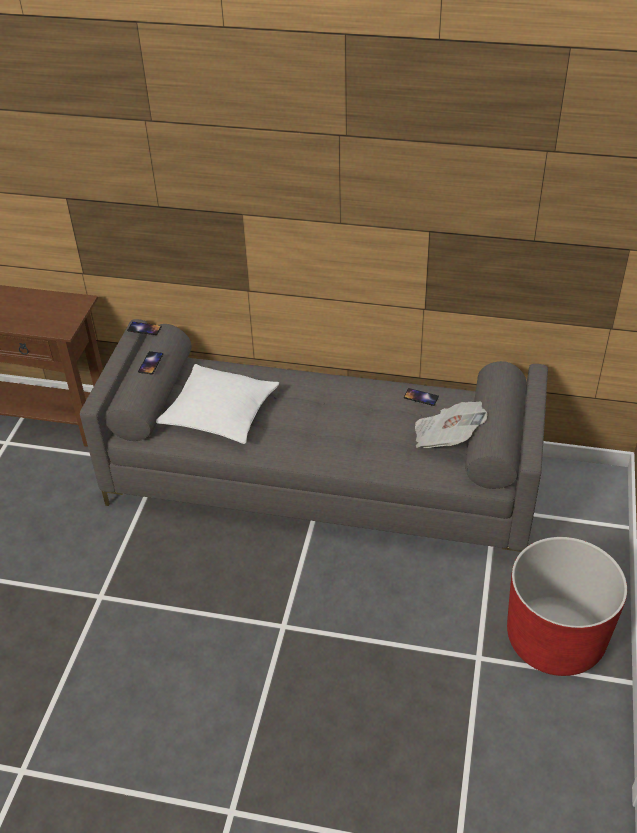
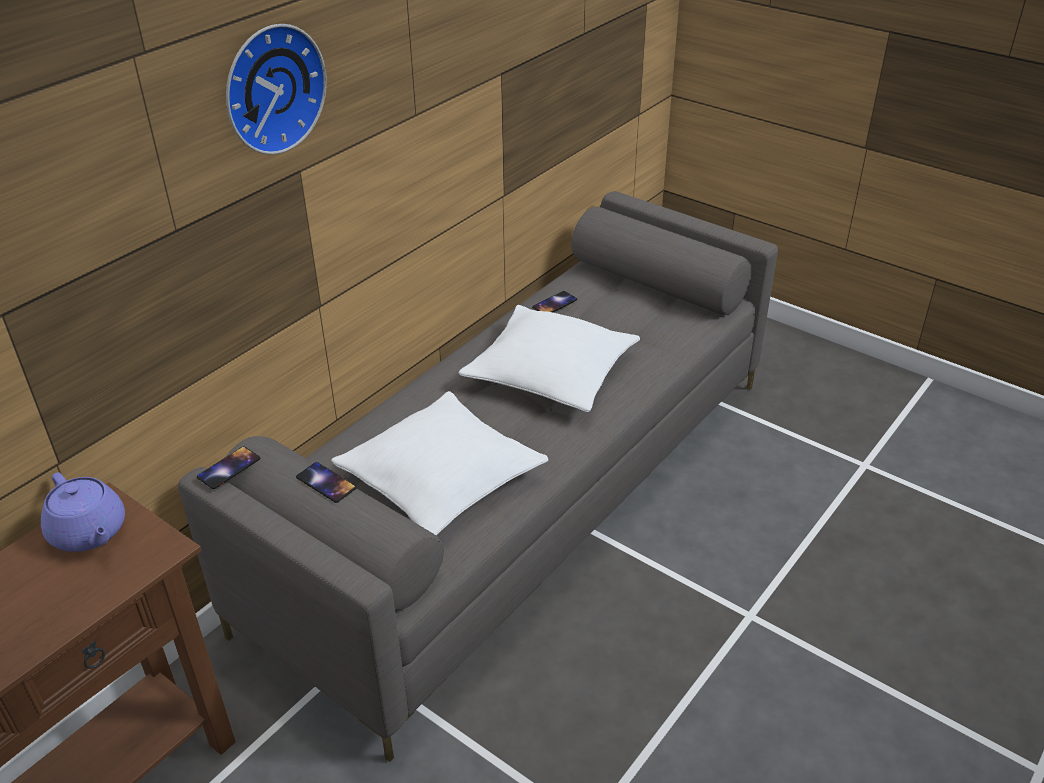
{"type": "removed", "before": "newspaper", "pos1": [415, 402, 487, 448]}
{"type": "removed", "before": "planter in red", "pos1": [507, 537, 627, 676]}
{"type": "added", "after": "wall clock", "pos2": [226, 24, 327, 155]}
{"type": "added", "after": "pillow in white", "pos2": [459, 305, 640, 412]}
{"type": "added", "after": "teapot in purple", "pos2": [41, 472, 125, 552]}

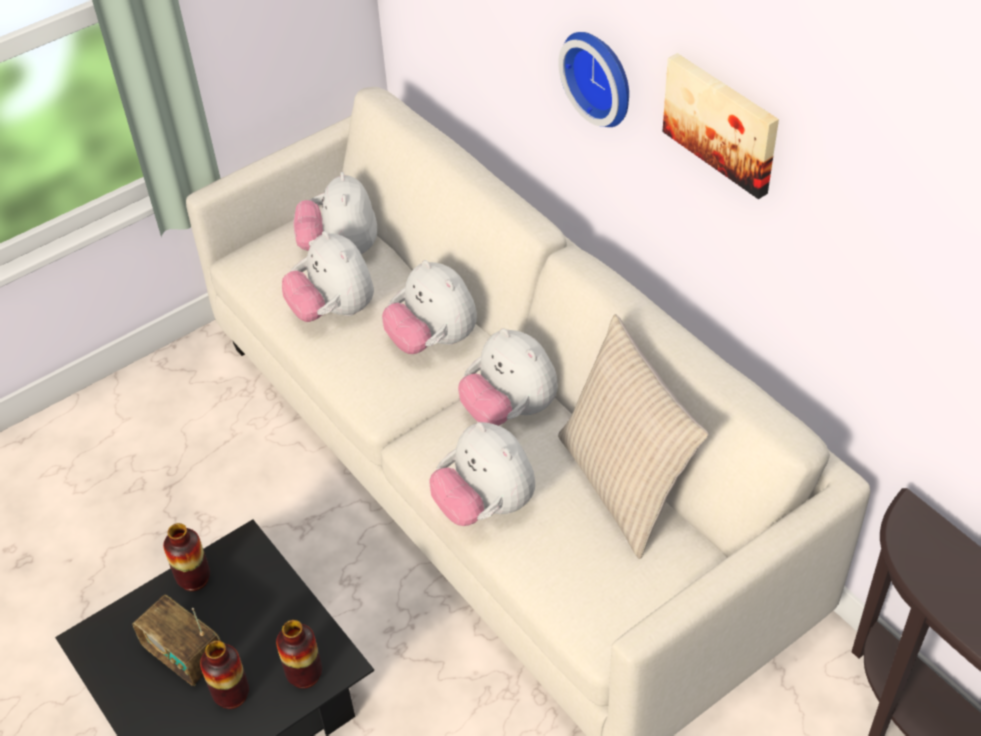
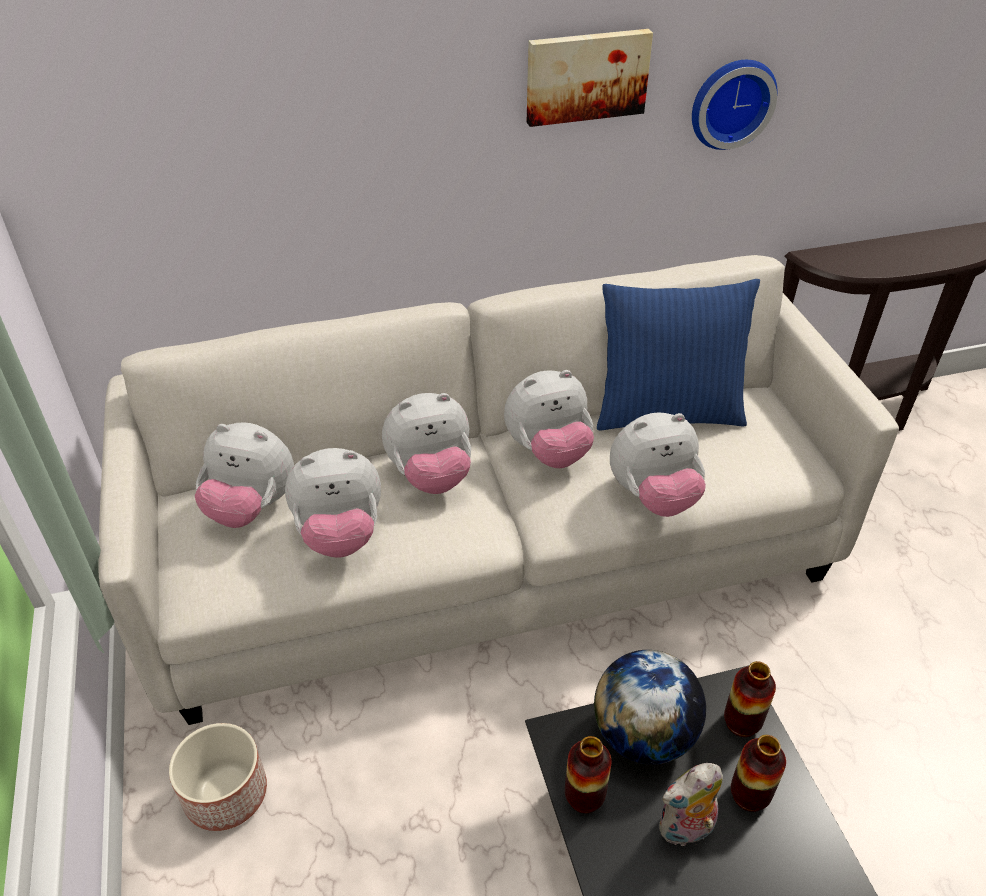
{"type": "moved", "before": "wall clock", "pos1": [558, 32, 629, 127], "pos2": [692, 60, 778, 150]}
{"type": "recoloured", "before": "pillow in beige", "after": "pillow in blue", "pos1": [558, 314, 709, 559], "pos2": [597, 279, 760, 430]}
{"type": "replaced", "before": "radio", "after": "plush toy", "pos1": [132, 595, 221, 686], "pos2": [659, 763, 723, 846]}
{"type": "added", "after": "globe", "pos2": [594, 650, 706, 765]}
{"type": "added", "after": "planter", "pos2": [169, 723, 267, 831]}

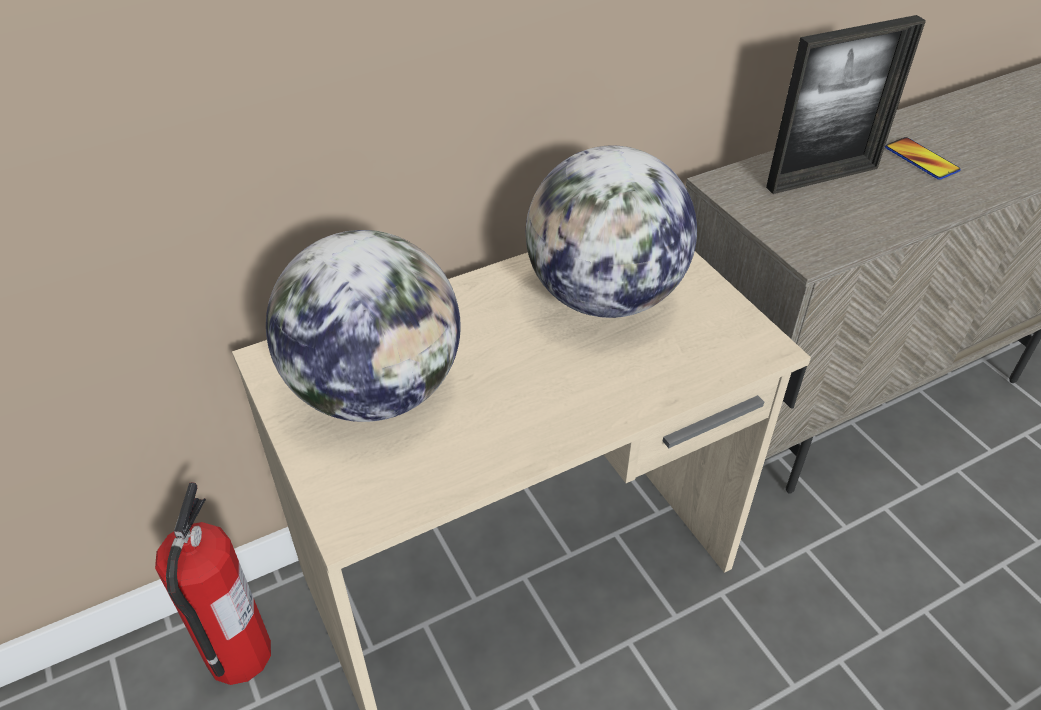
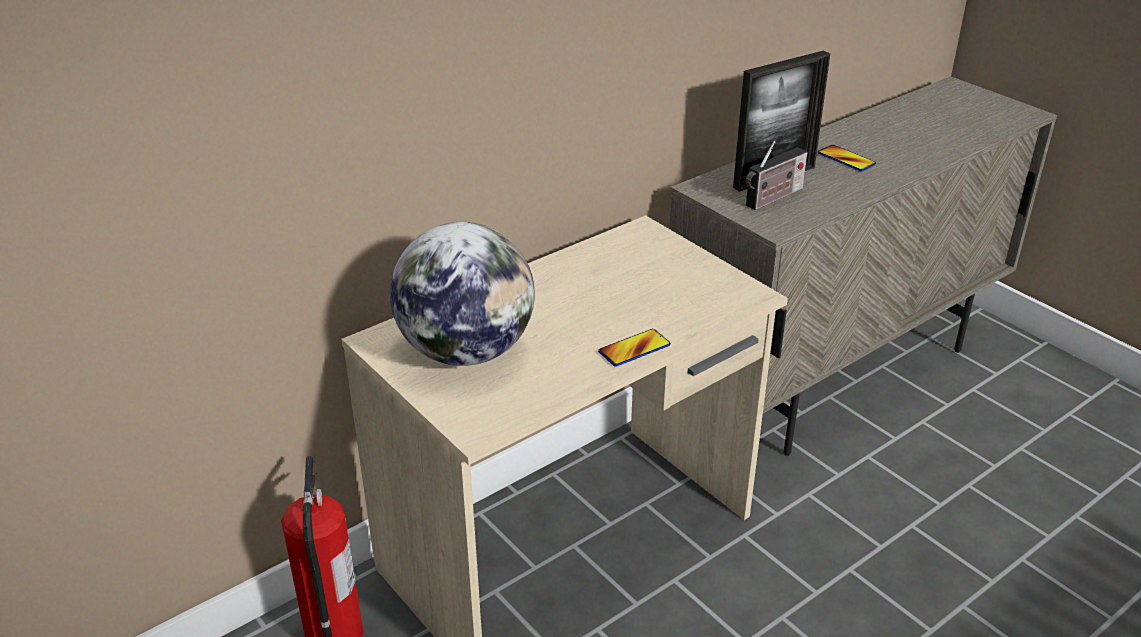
{"type": "removed", "before": "globe", "pos1": [526, 146, 697, 318]}
{"type": "added", "after": "radio", "pos2": [746, 141, 807, 210]}
{"type": "added", "after": "phone", "pos2": [598, 329, 671, 366]}

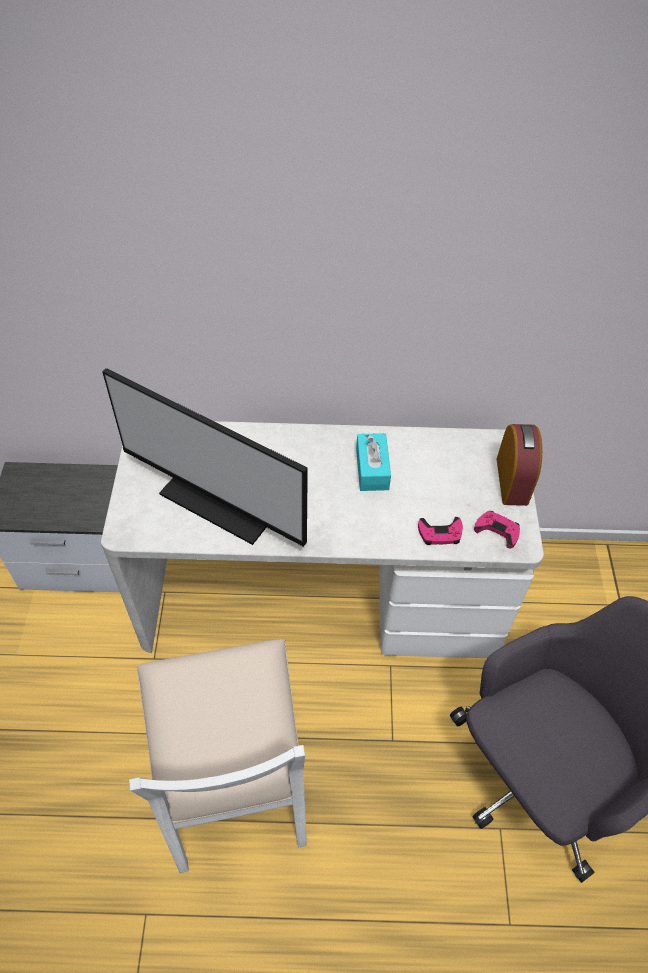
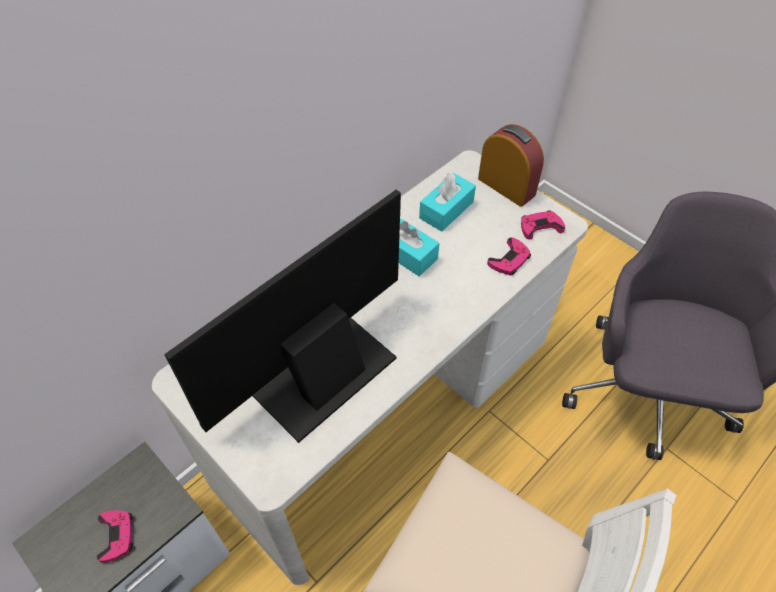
{"type": "turned", "before": "monitor", "pos1": [102, 368, 308, 547], "pos2": [164, 190, 401, 443], "turn": 150}
{"type": "added", "after": "tissue box in turquoise", "pos2": [419, 172, 476, 232]}
{"type": "added", "after": "game controller in pink", "pos2": [97, 510, 133, 563]}

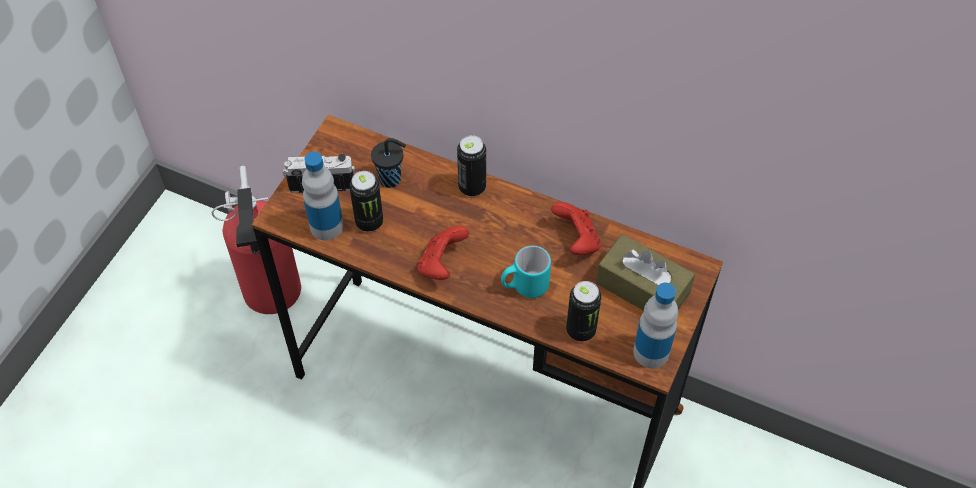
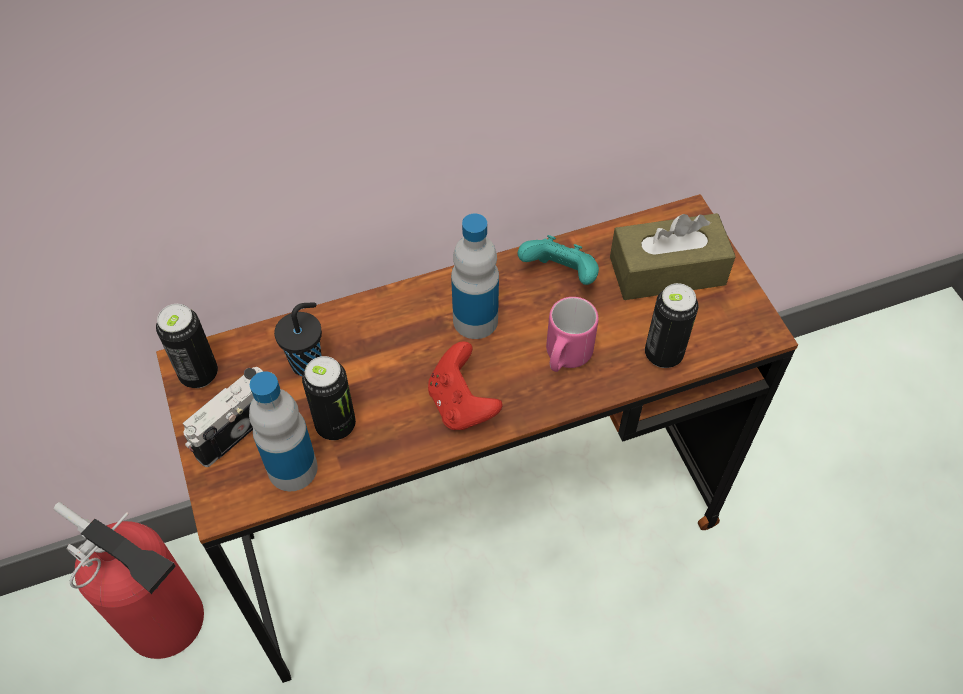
{"type": "moved", "before": "can", "pos1": [457, 135, 486, 197], "pos2": [156, 304, 218, 388]}
{"type": "recoloured", "before": "game controller in red", "after": "game controller in turquoise", "pos1": [551, 202, 601, 255], "pos2": [518, 235, 599, 285]}
{"type": "recoloured", "before": "mug in turquoise", "after": "mug in pink", "pos1": [501, 245, 551, 298], "pos2": [546, 297, 599, 372]}
{"type": "moved", "before": "bottle", "pos1": [633, 283, 678, 368], "pos2": [451, 214, 499, 339]}

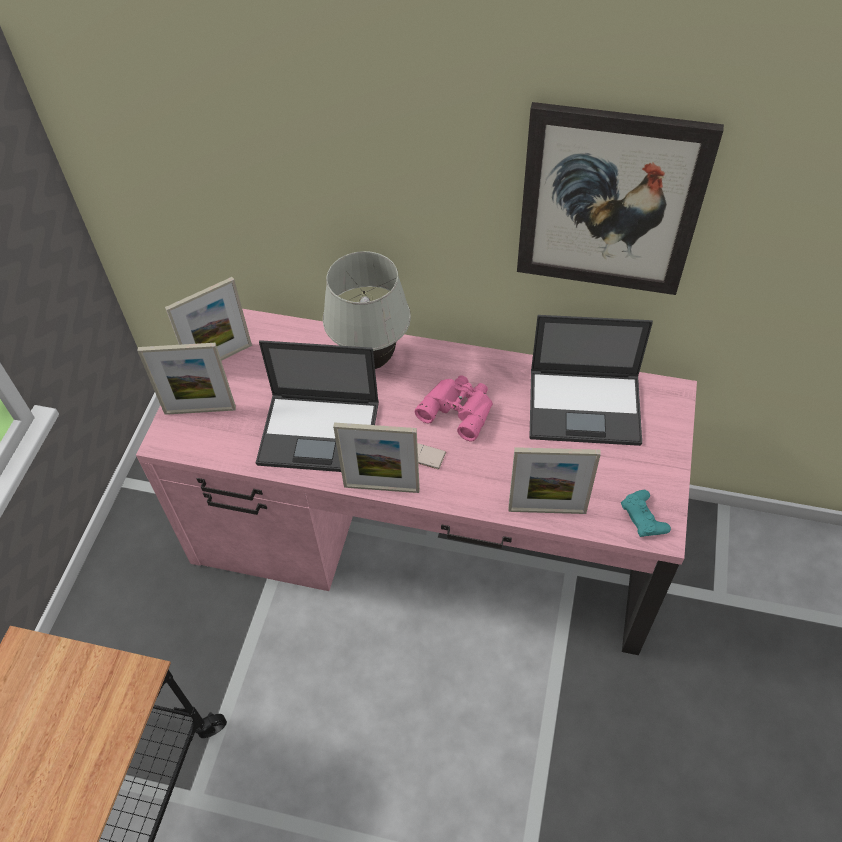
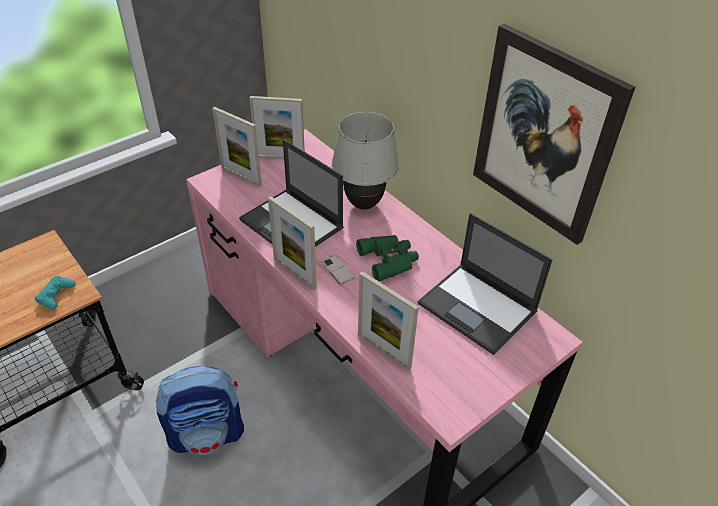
{"type": "recoloured", "before": "binoculars in pink", "after": "binoculars in green", "pos1": [415, 375, 493, 441], "pos2": [356, 235, 419, 281]}
{"type": "moved", "before": "game controller in turquoise", "pos1": [621, 490, 671, 537], "pos2": [35, 276, 76, 309]}
{"type": "added", "after": "backpack", "pos2": [156, 366, 244, 455]}

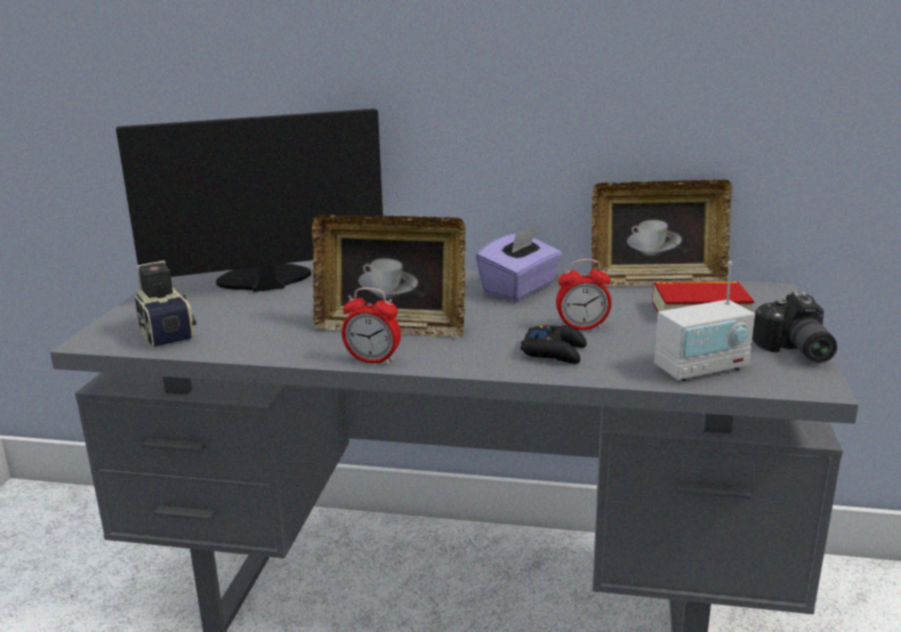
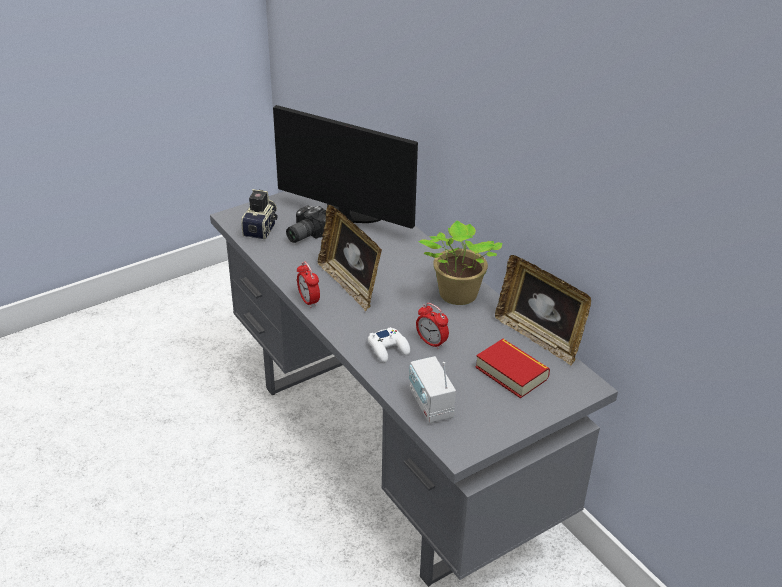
{"type": "replaced", "before": "tissue box in purple", "after": "potted plant", "pos1": [475, 225, 562, 301], "pos2": [419, 220, 502, 305]}
{"type": "turned", "before": "radio", "pos1": [654, 261, 755, 382], "pos2": [409, 356, 456, 423], "turn": 45}
{"type": "moved", "before": "photo camera", "pos1": [752, 292, 837, 363], "pos2": [286, 205, 326, 243]}
{"type": "recoloured", "before": "game controller in black", "after": "game controller in white", "pos1": [521, 325, 587, 364], "pos2": [368, 327, 410, 362]}

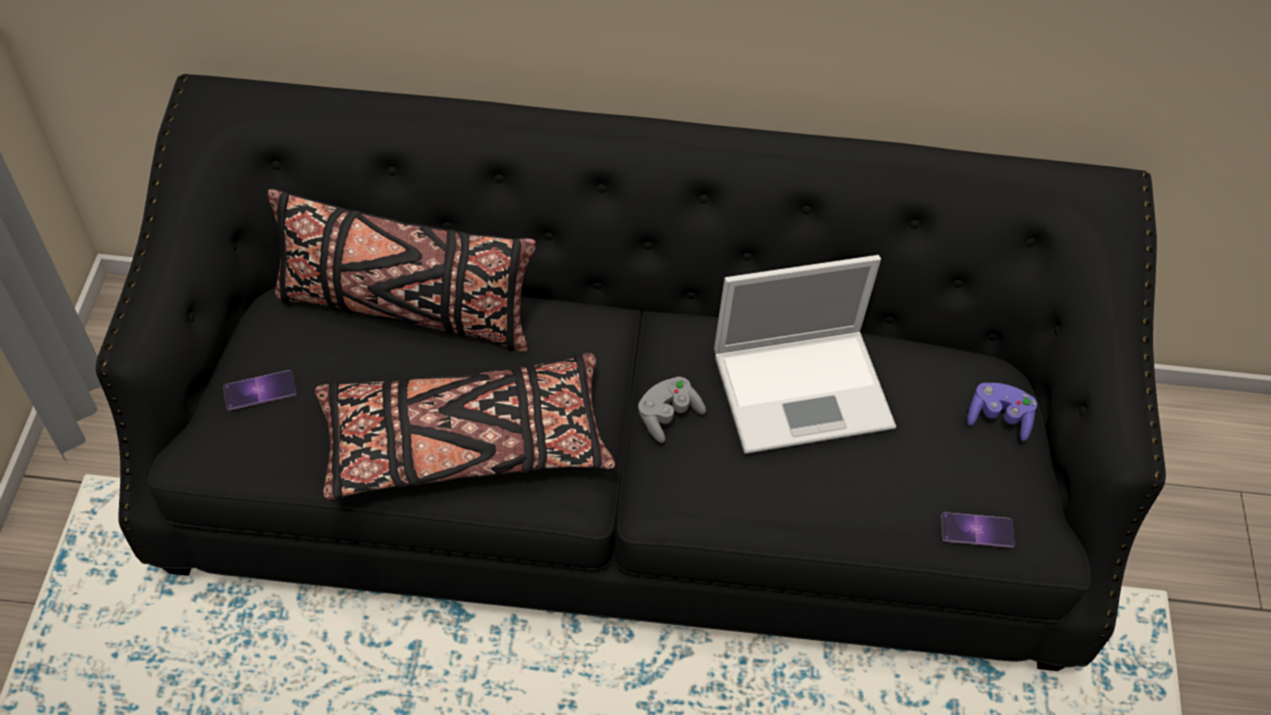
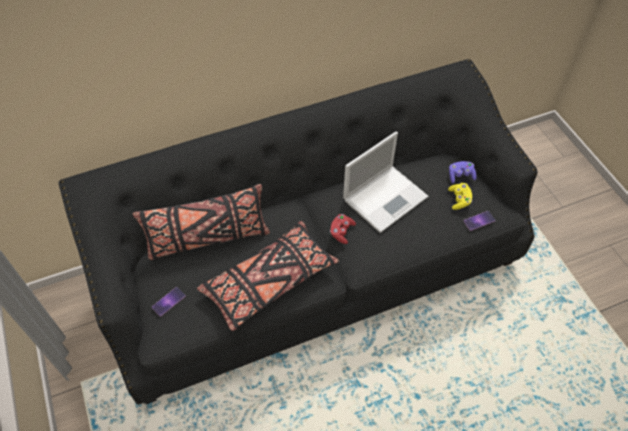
{"type": "recoloured", "before": "game controller in grey", "after": "game controller in red", "pos1": [638, 376, 706, 443], "pos2": [330, 214, 356, 244]}
{"type": "added", "after": "game controller in yellow", "pos2": [448, 183, 472, 210]}

